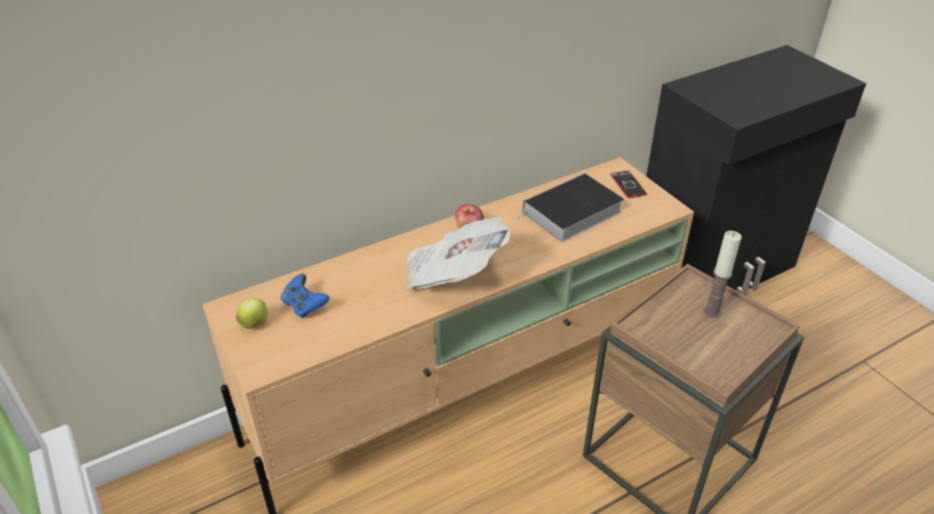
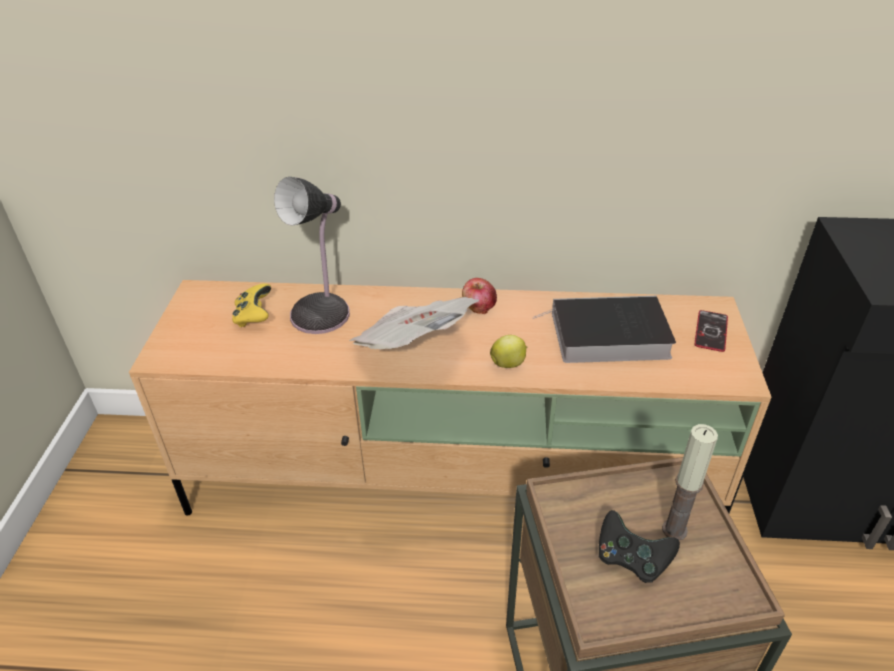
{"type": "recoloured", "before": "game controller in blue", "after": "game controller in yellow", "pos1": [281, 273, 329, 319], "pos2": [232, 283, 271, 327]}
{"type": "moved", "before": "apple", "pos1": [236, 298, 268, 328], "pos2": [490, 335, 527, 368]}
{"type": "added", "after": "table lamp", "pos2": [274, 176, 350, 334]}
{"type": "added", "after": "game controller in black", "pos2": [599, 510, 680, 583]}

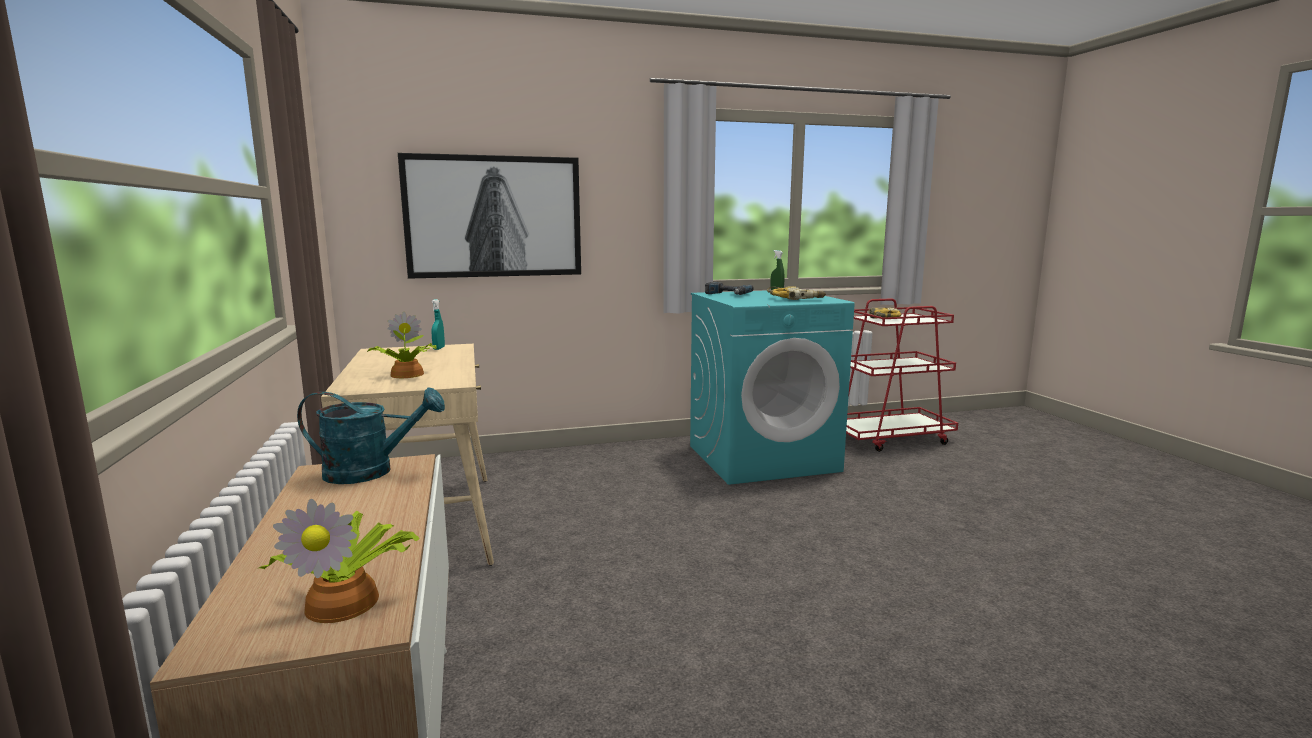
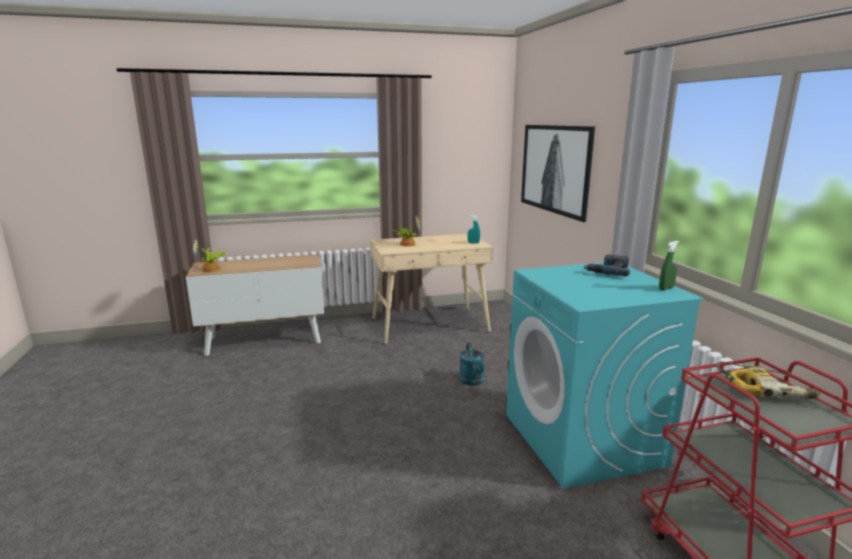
{"type": "removed", "before": "power drill", "pos1": [767, 286, 826, 300]}
{"type": "moved", "before": "watering can in turquoise", "pos1": [297, 387, 445, 484], "pos2": [459, 343, 485, 386]}

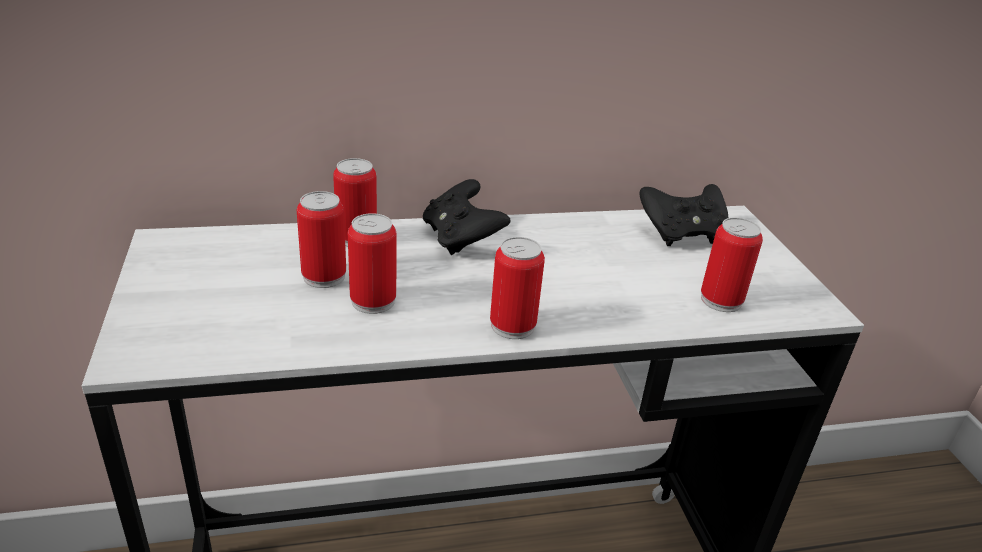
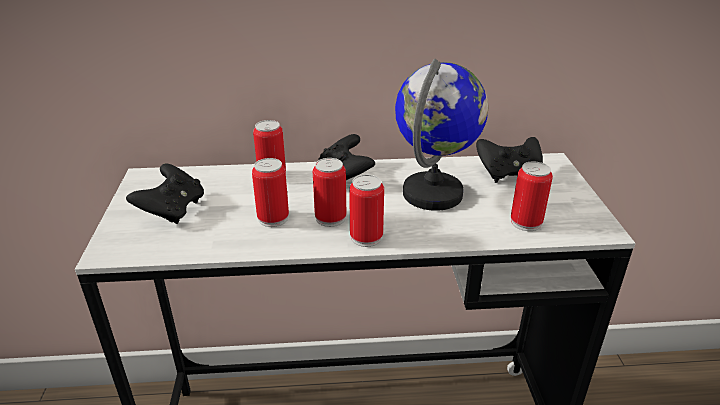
{"type": "moved", "before": "can", "pos1": [297, 191, 346, 288], "pos2": [313, 158, 346, 227]}
{"type": "added", "after": "globe", "pos2": [395, 59, 489, 211]}
{"type": "added", "after": "game controller in black", "pos2": [126, 163, 204, 224]}

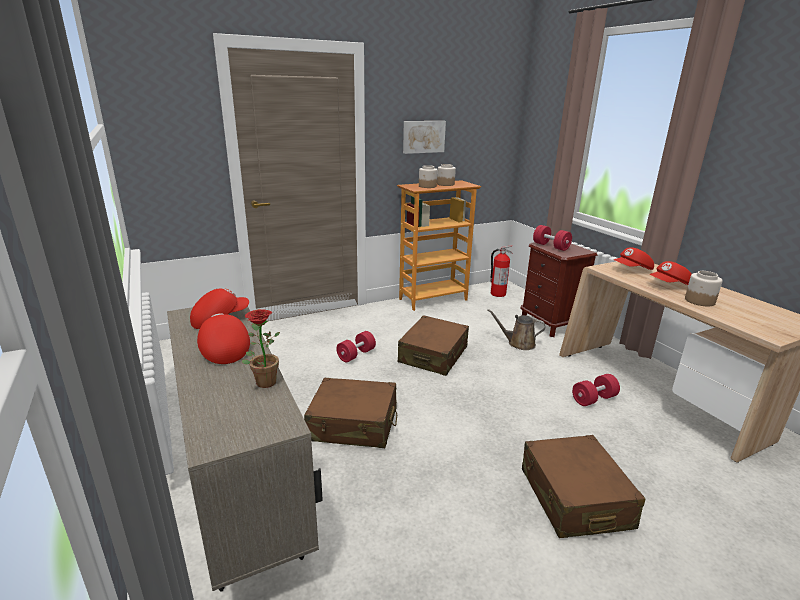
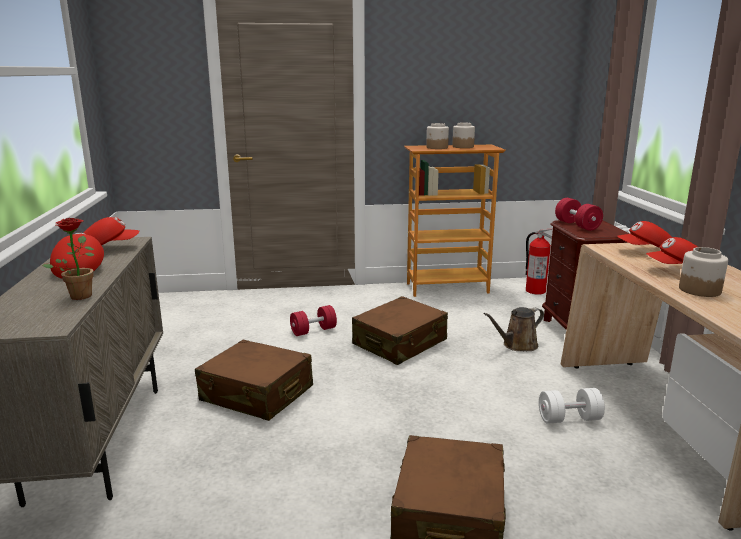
{"type": "removed", "before": "picture", "pos1": [403, 121, 446, 154]}
{"type": "turned", "before": "watering can in brown", "pos1": [487, 309, 545, 350], "pos2": [484, 307, 544, 351], "turn": -60}
{"type": "recoloured", "before": "dumbbell in red", "after": "dumbbell in white", "pos1": [572, 374, 620, 406], "pos2": [539, 388, 605, 424]}

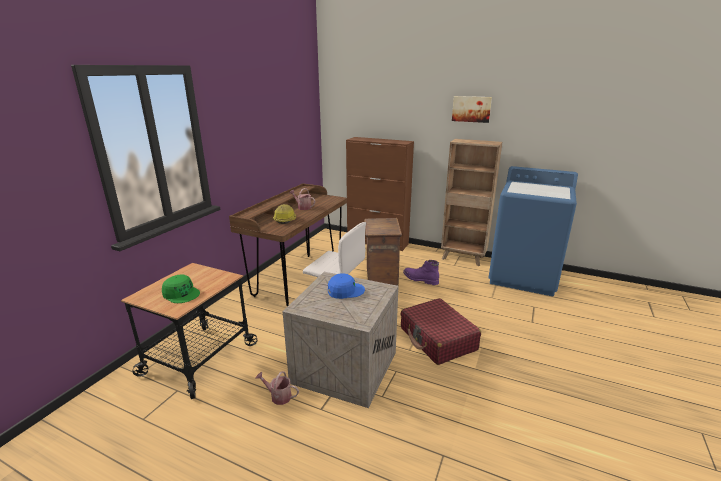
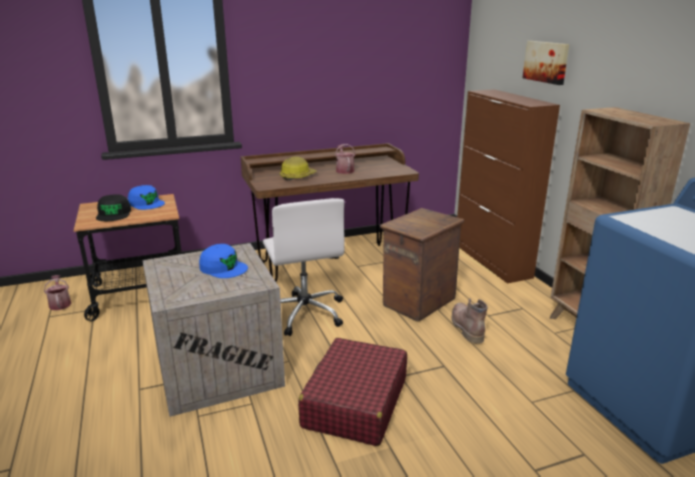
{"type": "moved", "before": "picture", "pos1": [452, 96, 492, 123], "pos2": [523, 41, 569, 85]}
{"type": "recoloured", "before": "boot in purple", "after": "boot in brown", "pos1": [403, 260, 439, 285], "pos2": [452, 298, 488, 344]}
{"type": "recoloured", "before": "cap in green", "after": "cap in black", "pos1": [162, 275, 200, 303], "pos2": [96, 195, 131, 221]}
{"type": "moved", "before": "watering can", "pos1": [255, 371, 299, 405], "pos2": [44, 275, 71, 310]}
{"type": "added", "after": "cap in blue", "pos2": [128, 185, 165, 210]}

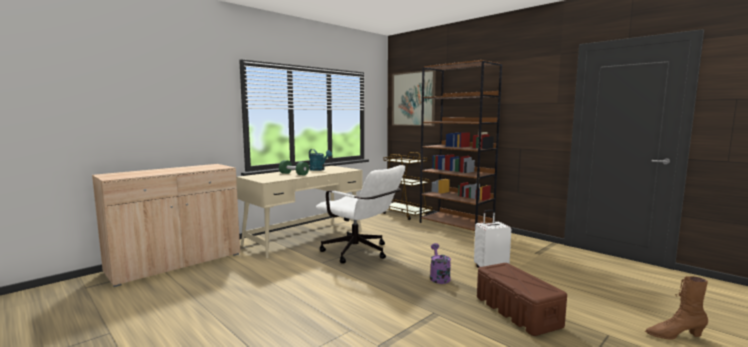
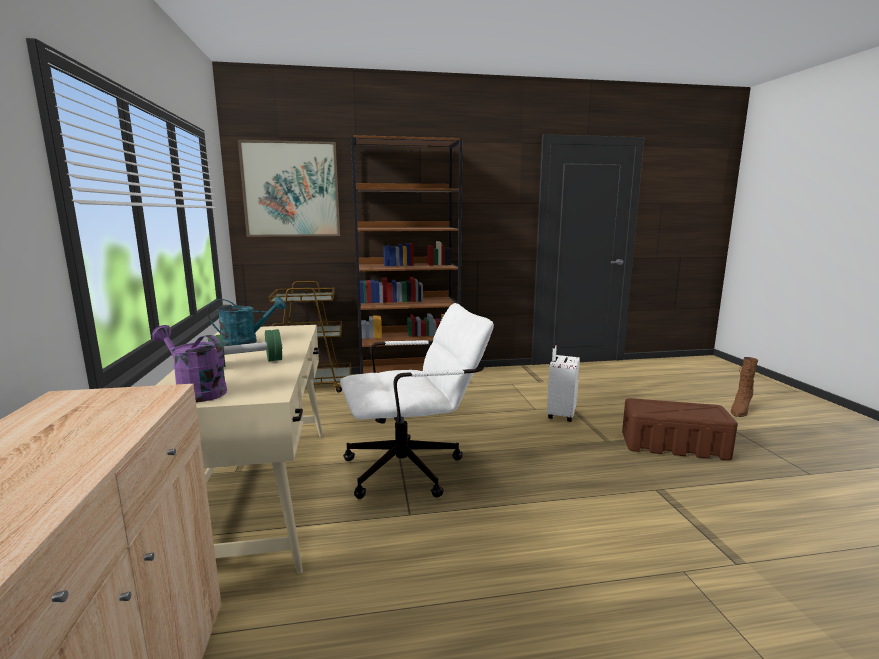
{"type": "moved", "before": "watering can in purple", "pos1": [430, 243, 451, 284], "pos2": [152, 325, 227, 402]}

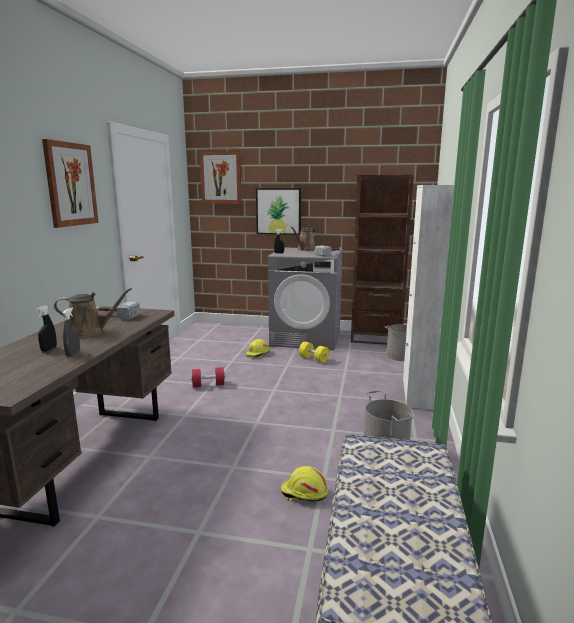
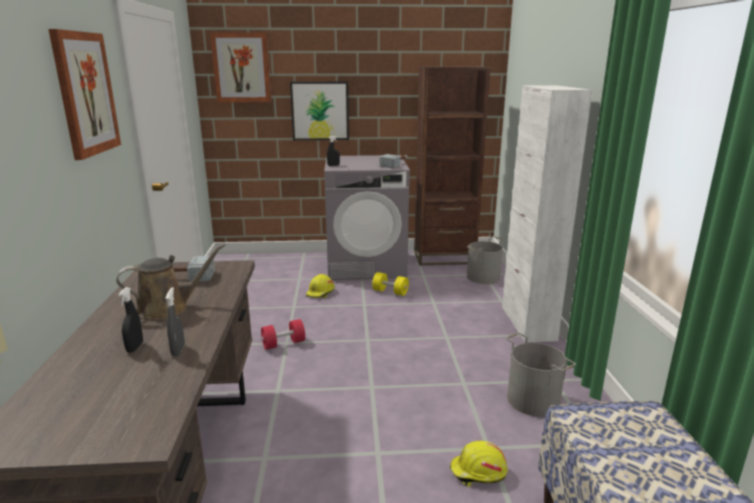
{"type": "removed", "before": "watering can in brown", "pos1": [291, 227, 315, 251]}

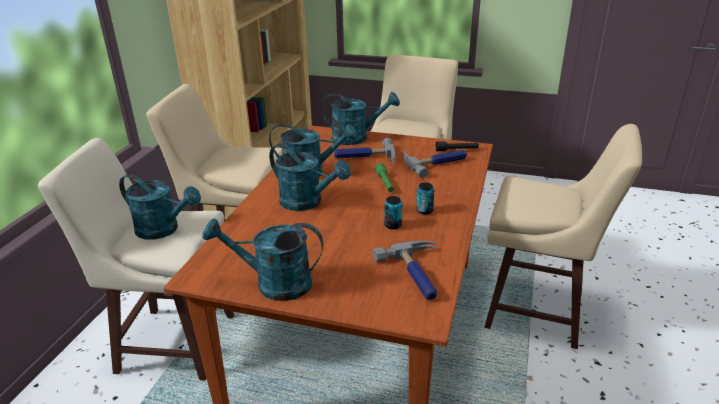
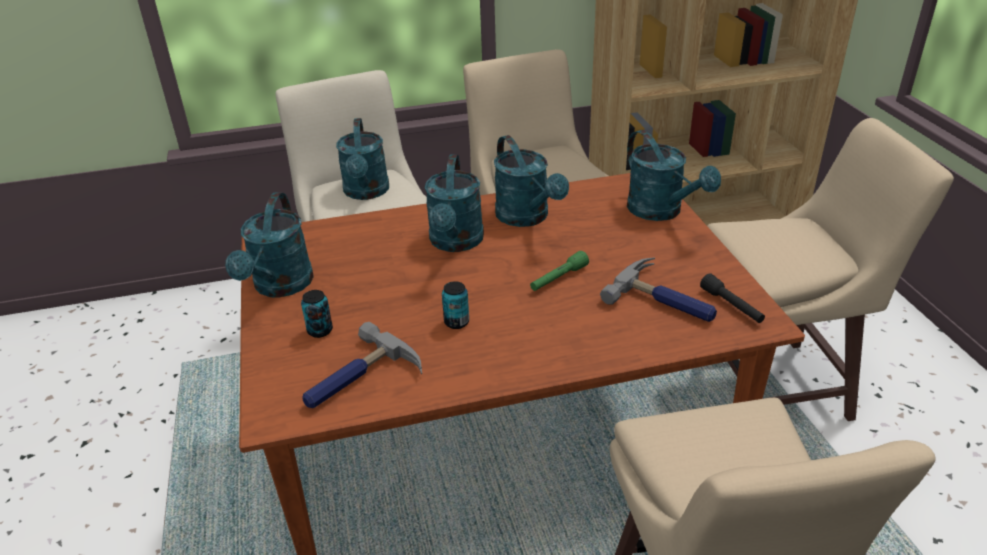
{"type": "removed", "before": "hammer", "pos1": [334, 138, 395, 165]}
{"type": "moved", "before": "can", "pos1": [416, 182, 434, 215], "pos2": [301, 290, 333, 338]}
{"type": "turned", "before": "watering can in turquoise", "pos1": [202, 218, 323, 301], "pos2": [225, 193, 314, 298], "turn": -150}

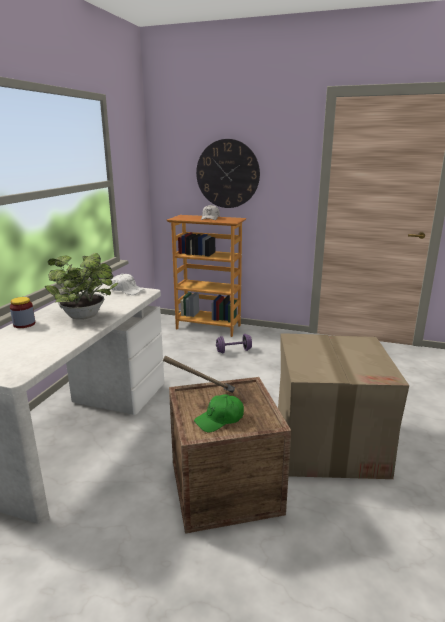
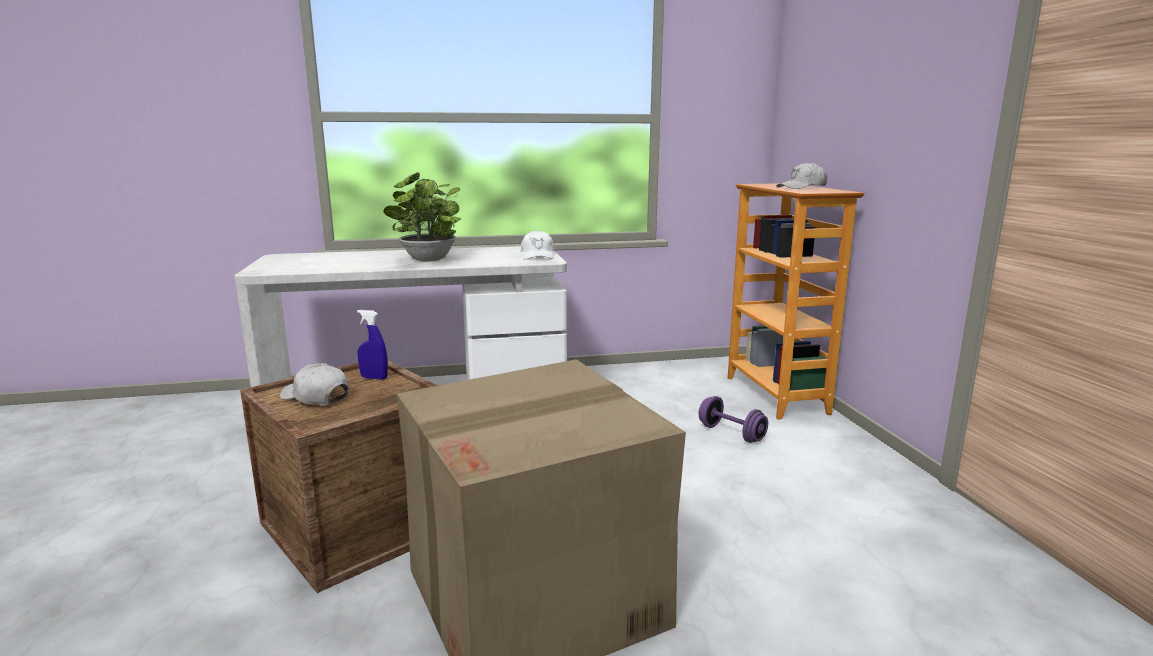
{"type": "removed", "before": "wall clock", "pos1": [196, 139, 260, 208]}
{"type": "removed", "before": "jar", "pos1": [10, 297, 35, 328]}
{"type": "replaced", "before": "hammer", "after": "spray bottle in blue", "pos1": [163, 356, 235, 393], "pos2": [357, 310, 388, 380]}
{"type": "recoloured", "before": "cap in green", "after": "cap in white", "pos1": [194, 394, 244, 432], "pos2": [280, 363, 349, 405]}

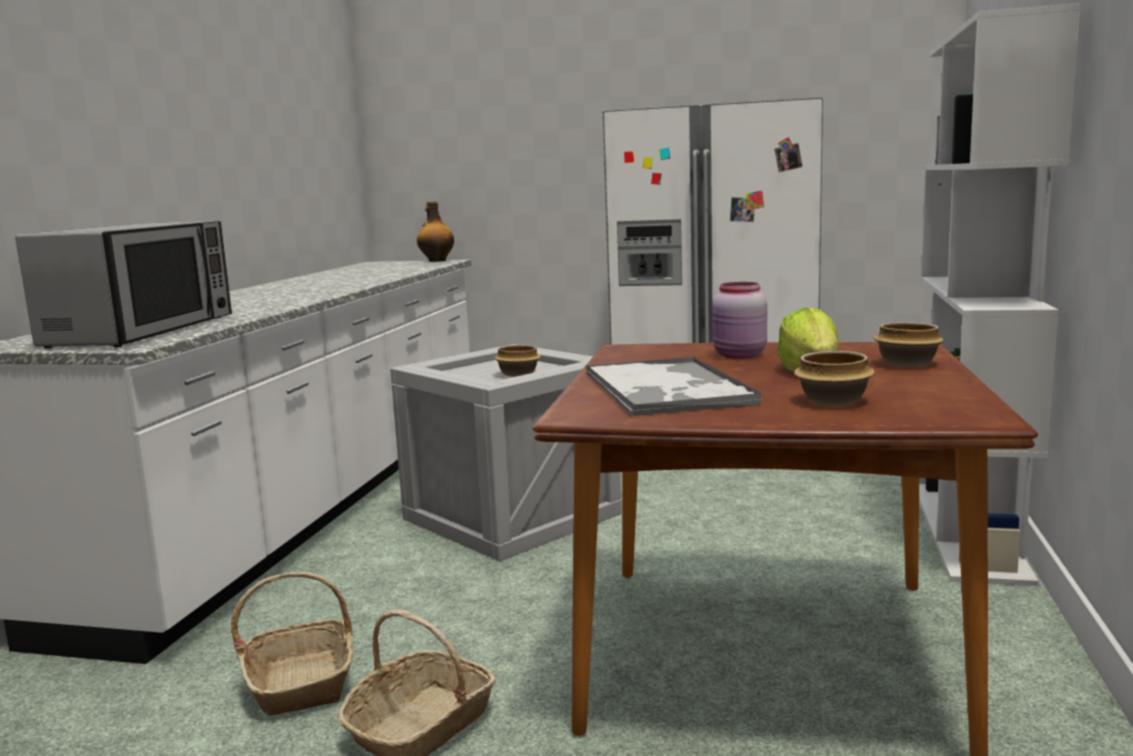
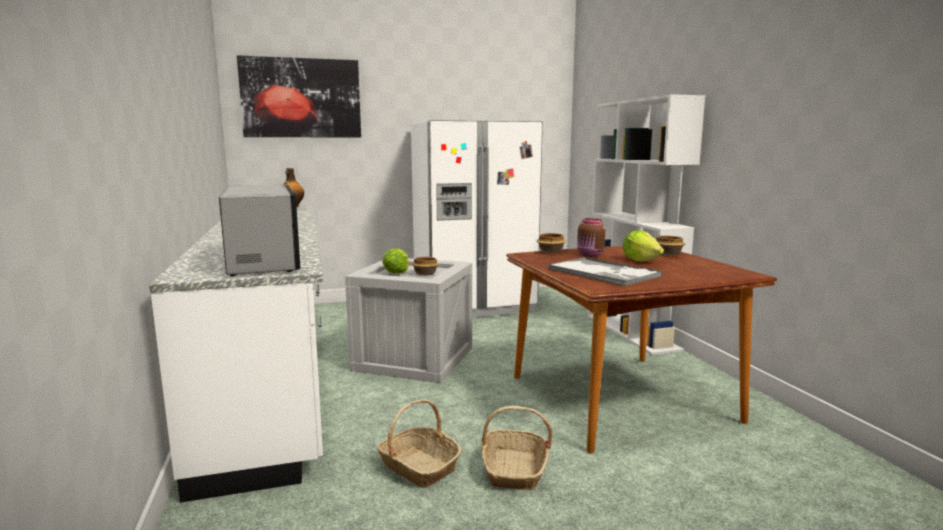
{"type": "recoloured", "before": "jar in pink", "after": "jar in brown", "pos1": [712, 282, 767, 359], "pos2": [577, 218, 605, 257]}
{"type": "moved", "before": "bowl", "pos1": [794, 351, 875, 406], "pos2": [537, 233, 566, 253]}
{"type": "added", "after": "picture", "pos2": [237, 55, 361, 138]}
{"type": "added", "after": "lettuce", "pos2": [382, 248, 409, 273]}

